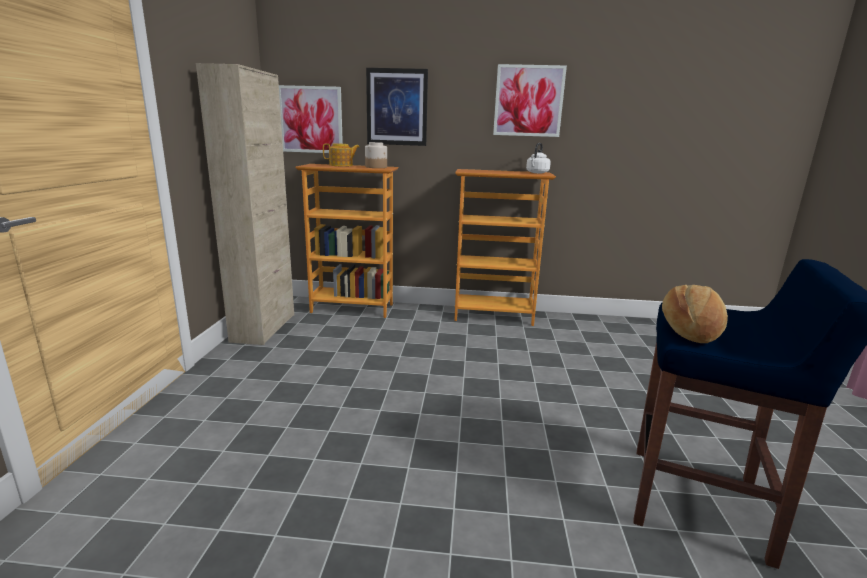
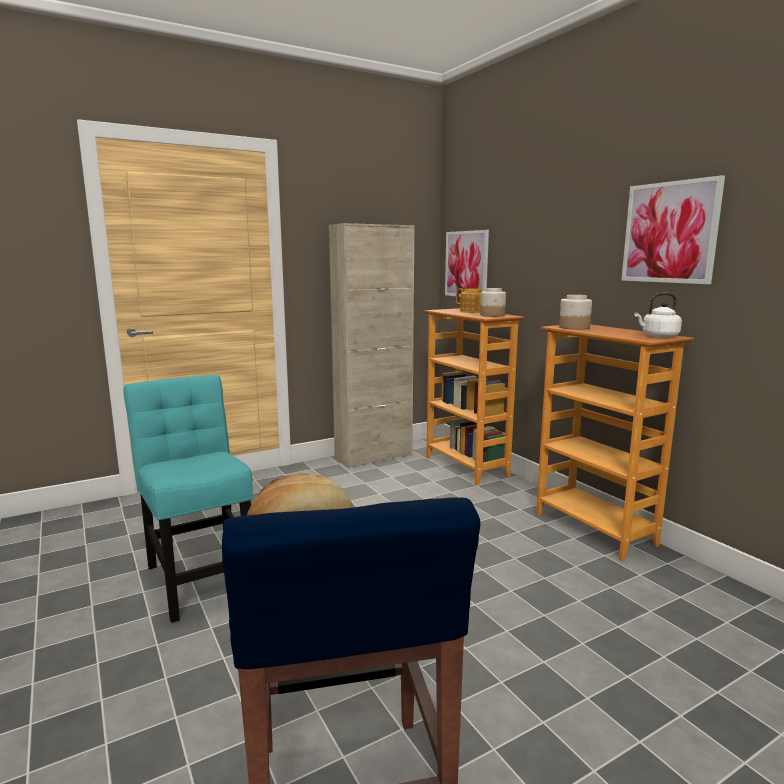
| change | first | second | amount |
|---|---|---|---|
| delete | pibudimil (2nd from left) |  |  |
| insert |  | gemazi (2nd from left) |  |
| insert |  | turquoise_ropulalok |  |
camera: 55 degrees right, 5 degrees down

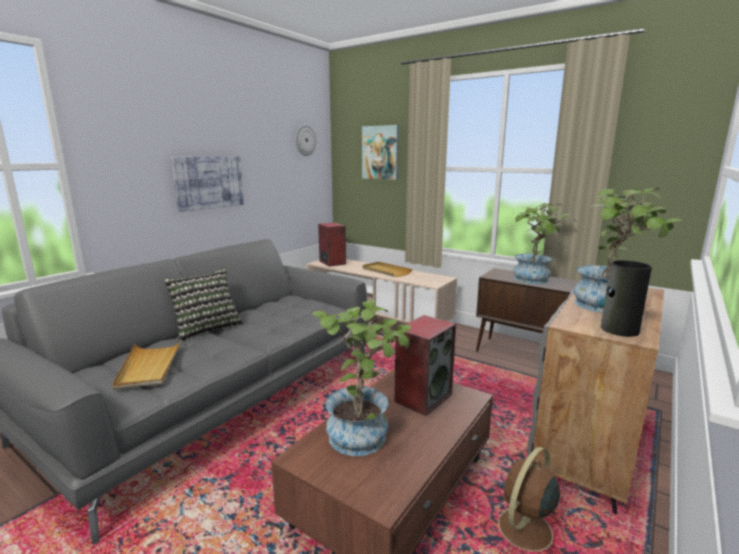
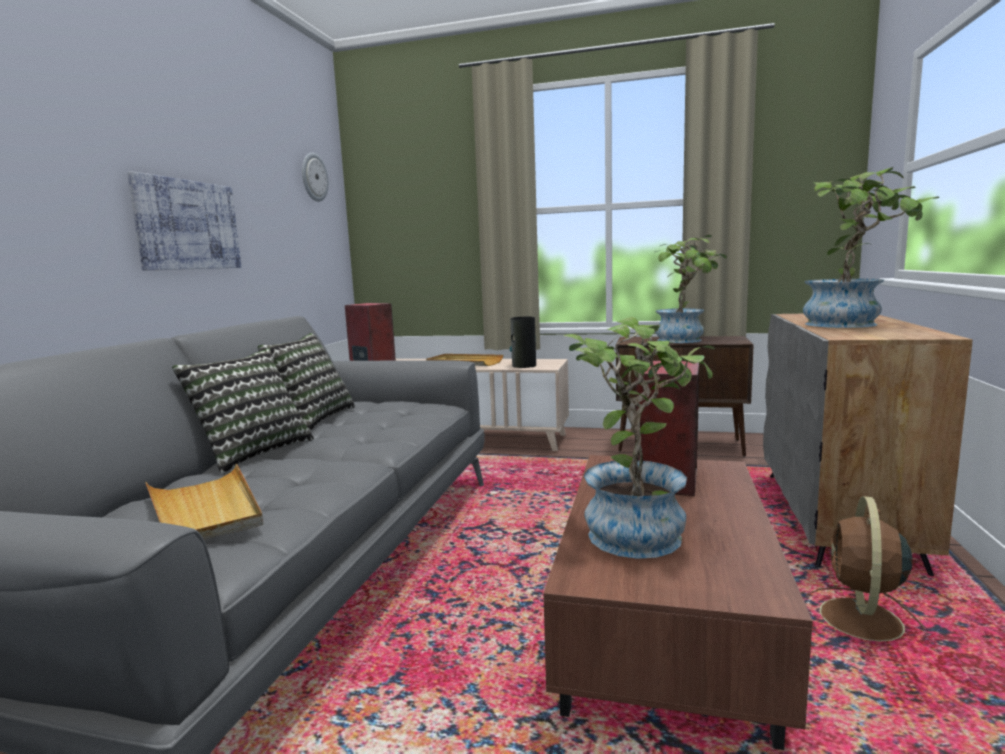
| change | first | second | amount |
|---|---|---|---|
| delete | pibudimil (2nd from left) |  |  |
| move | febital |  |  |
| insert |  | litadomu (2nd from left) |  |
camera: 20 degrees left, 5 degrees down

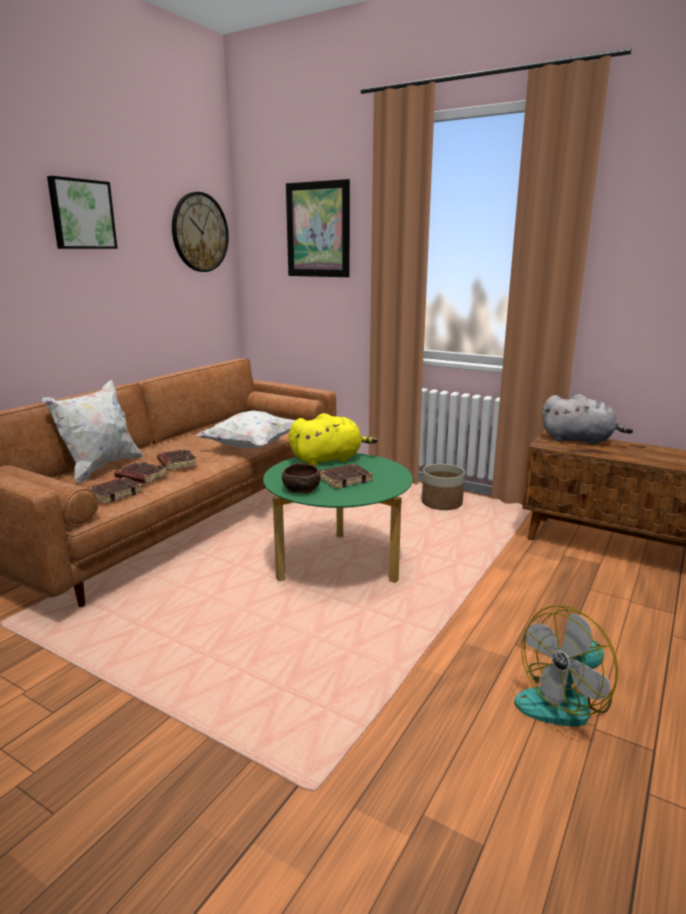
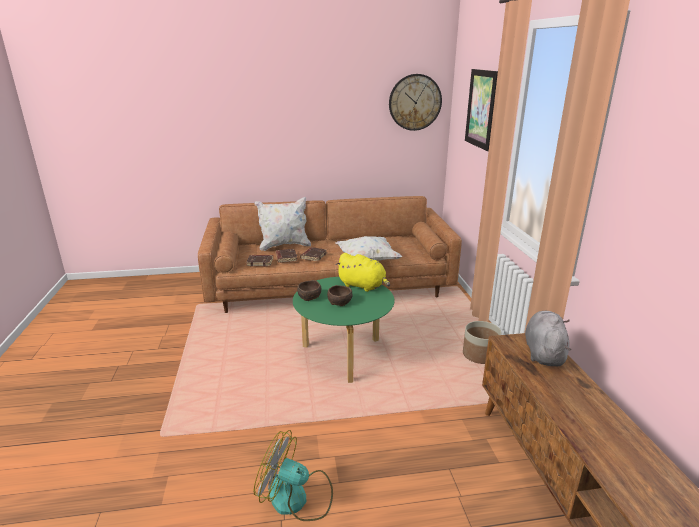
| change | first | second | amount |
|---|---|---|---|
| delete | pibudimil (1st from left) |  |  |
| rotate | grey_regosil |  | 150 degrees counterclockwise |
| replace | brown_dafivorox (4th from left) | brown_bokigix (2nd from left) |  |
camera: 50 degrees right, 5 degrees up

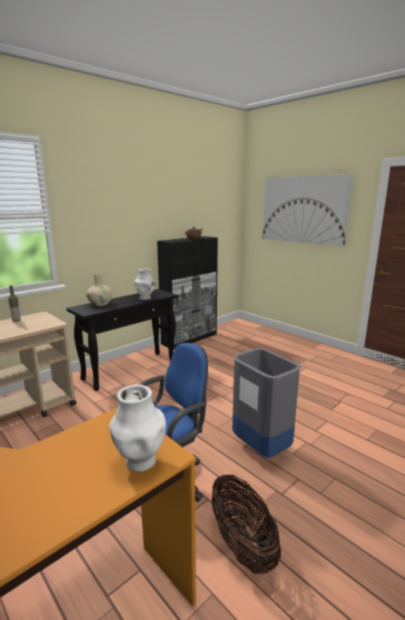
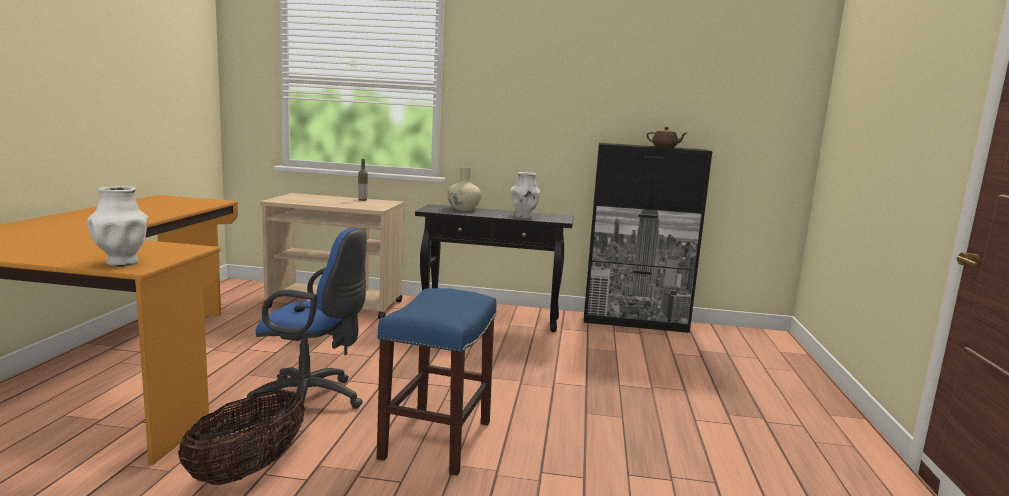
| change | first | second | amount |
|---|---|---|---|
| delete | pibudimil |  |  |
| replace | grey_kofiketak | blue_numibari |  |
camera: 50 degrees right, 5 degrees down

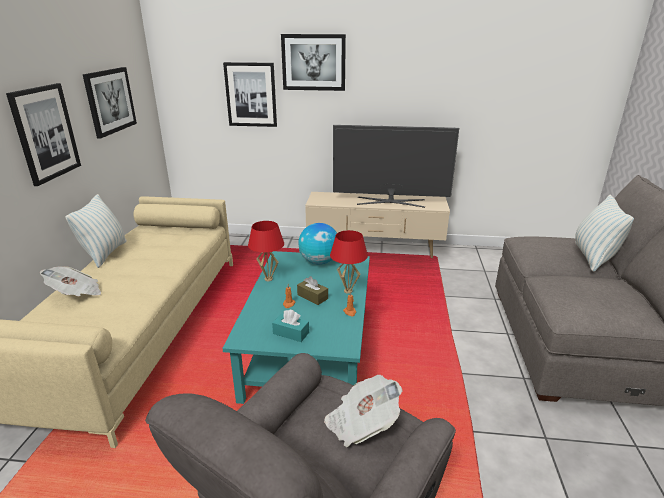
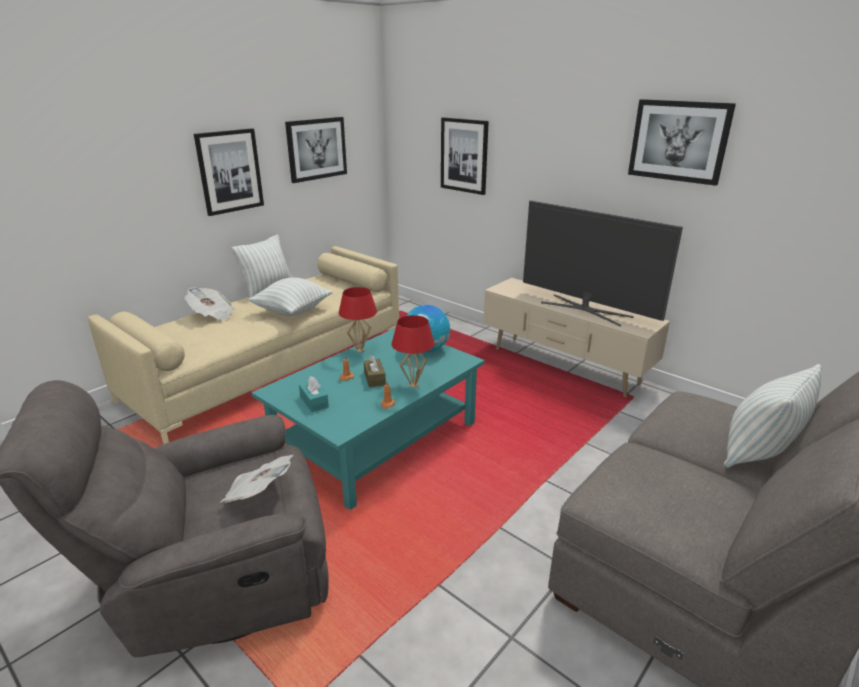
| change | first | second | amount |
|---|---|---|---|
| move | pibudimil (4th from left) |  |  |
| insert |  | litadomu (2nd from left) |  |
camera: 35 degrees right, 0 degrees up

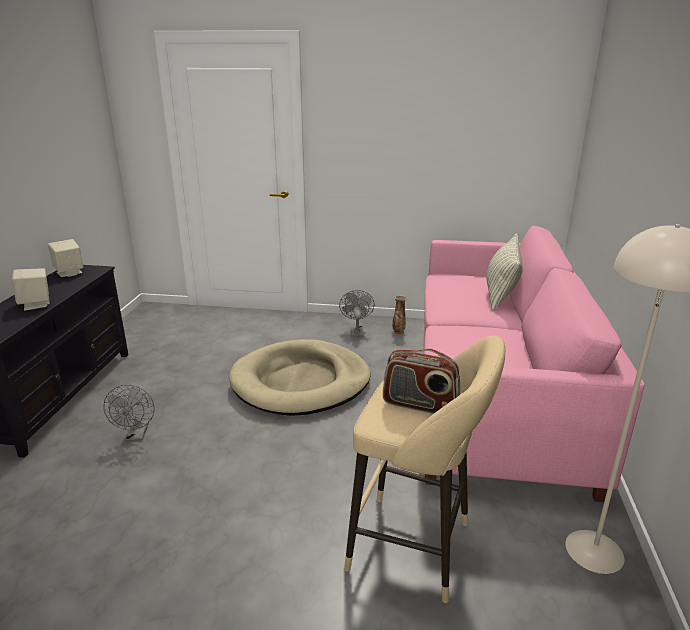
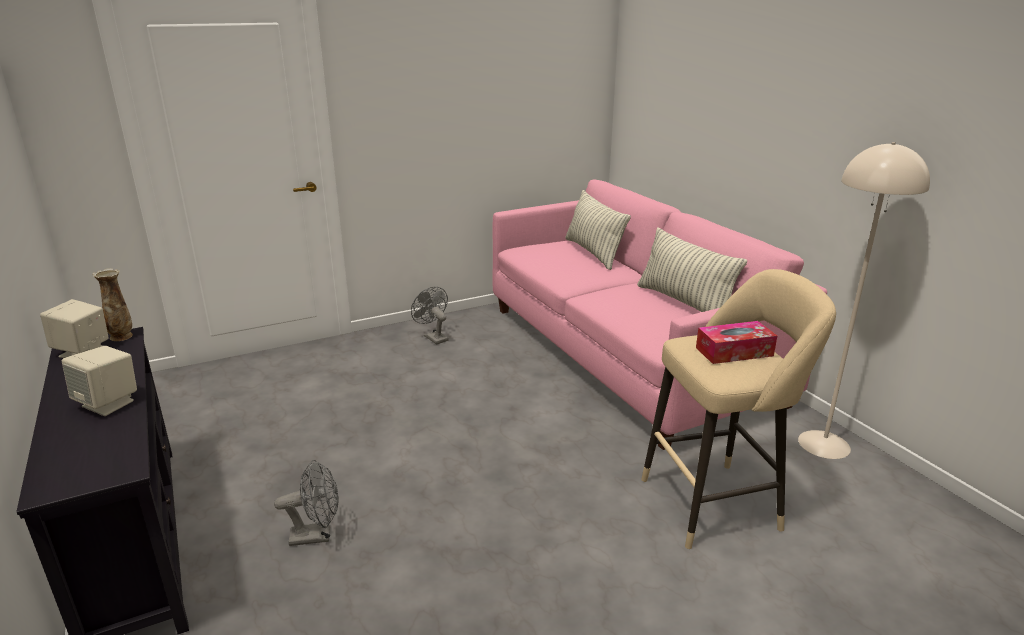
| change | first | second | amount |
|---|---|---|---|
| move | febital |  |  |
| delete | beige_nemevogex |  |  |
| replace | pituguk | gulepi |  |
| rotate | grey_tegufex (1st from left) |  | 60 degrees counterclockwise |
| insert |  | litadomu (2nd from left) |  |
camera: 35 degrees left, 0 degrees up

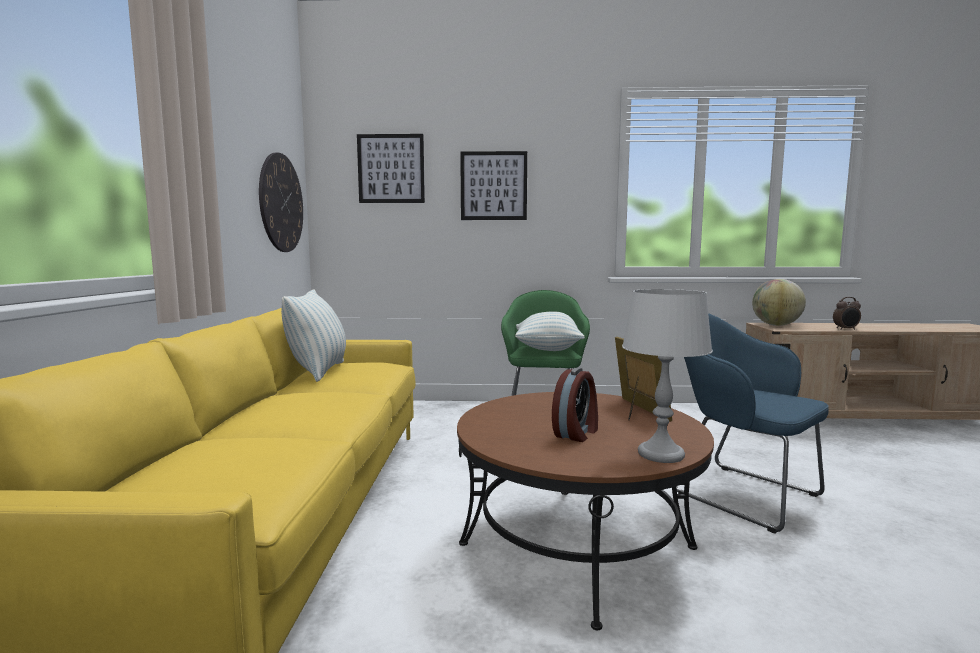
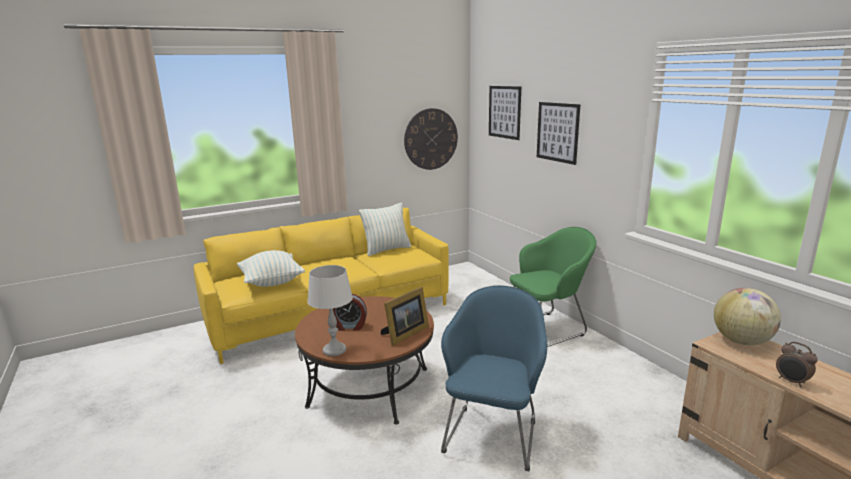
| change | first | second | amount |
|---|---|---|---|
| move | litadomu (2nd from left in the first image) | litadomu (1st from left) |  |
camera: 60 degrees right, 10 degrees up

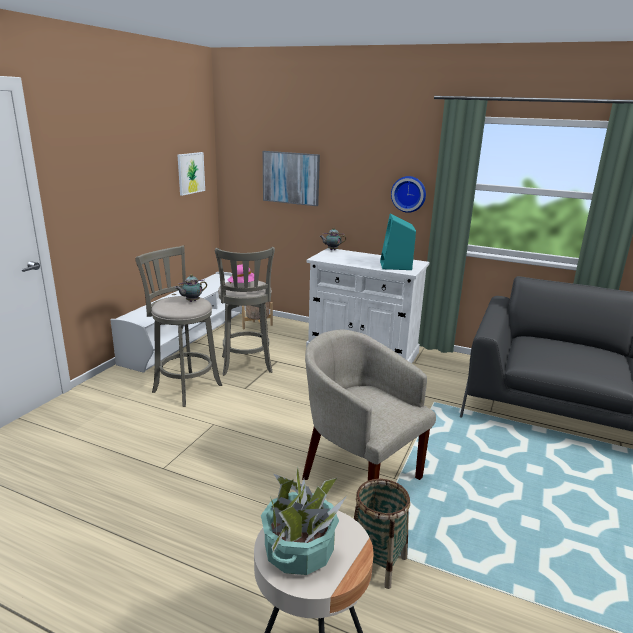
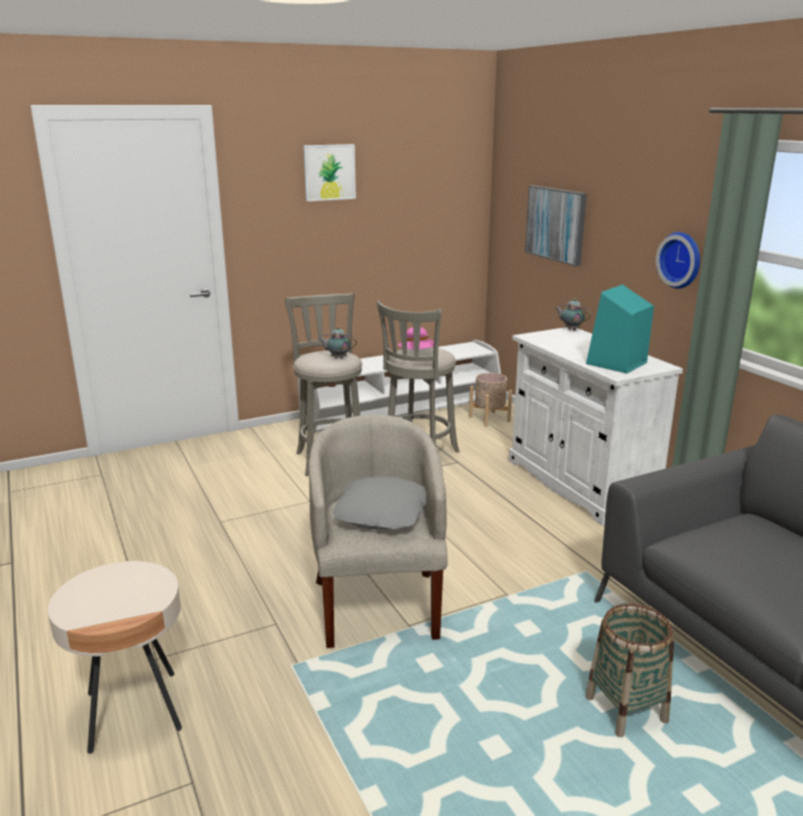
| change | first | second | amount |
|---|---|---|---|
| move | pibudimil (1st from left) |  |  |
| delete | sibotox |  |  |
| move | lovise |  |  |
| insert |  | grey_litadomu |  |
camera: 40 degrees right, 0 degrees up

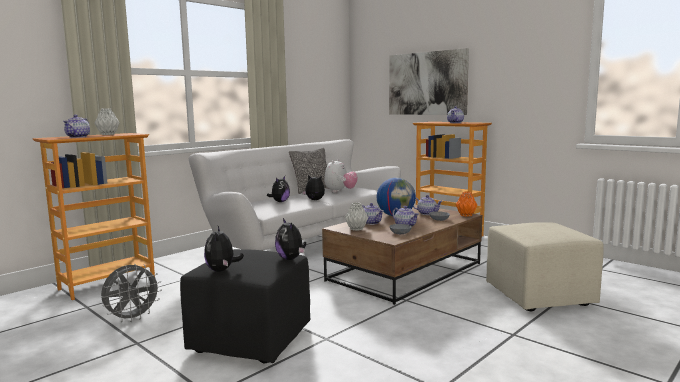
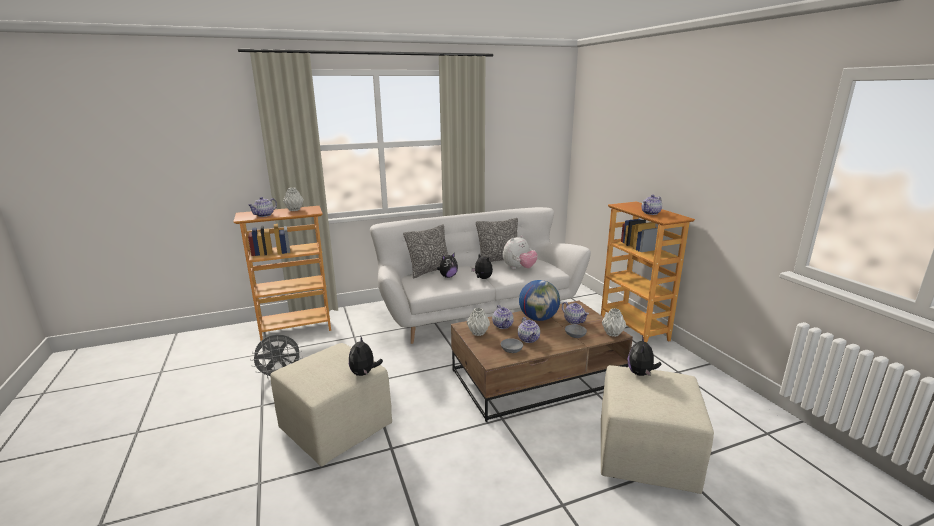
| change | first | second | amount |
|---|---|---|---|
| delete | pibudimil |  |  |
| recolor | orange_febital | grey_febital (3rd from left) |  |
| move | regosil (1st from left in the first image) | regosil (5th from left) |  |
| recolor | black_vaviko | beige_vaviko (1st from left) |  |
| insert |  | litadomu (1st from left) |  |
camera: 25 degrees right, 10 degrees up

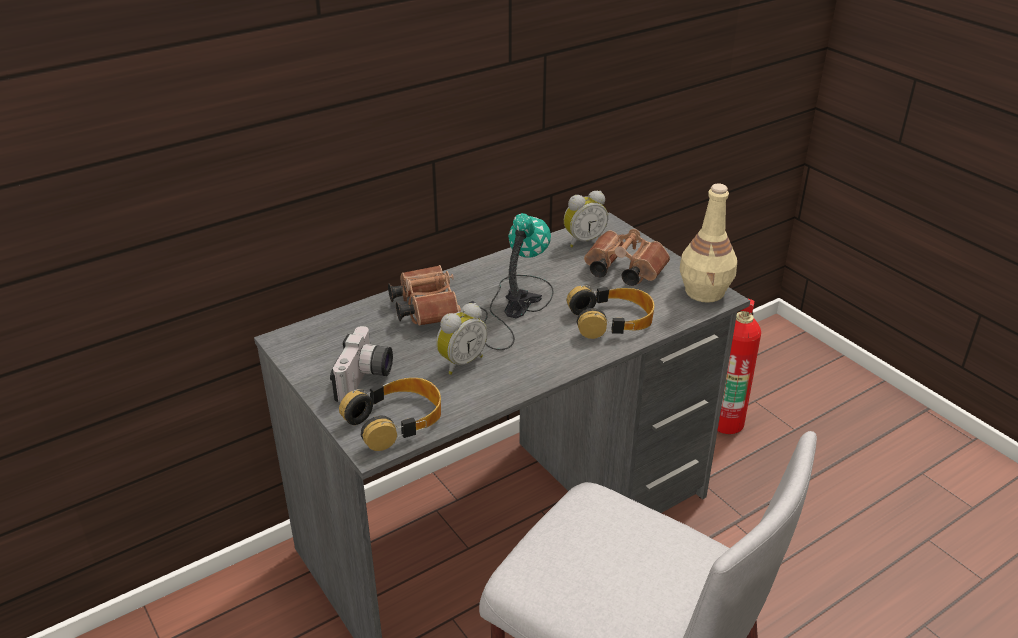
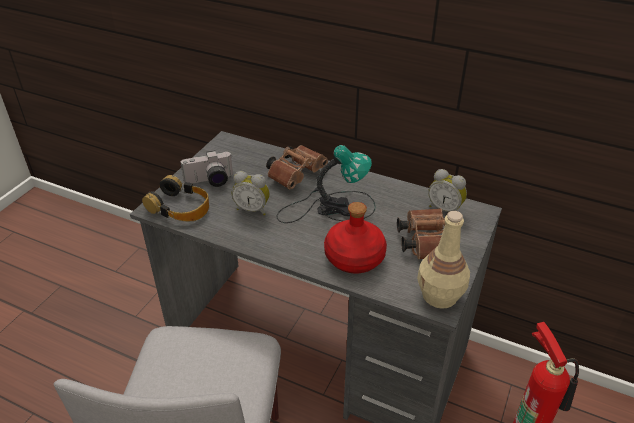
| change | first | second | amount |
|---|---|---|---|
| replace | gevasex (2nd from left) | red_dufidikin |  |
camera: 60 degrees right, 5 degrees up

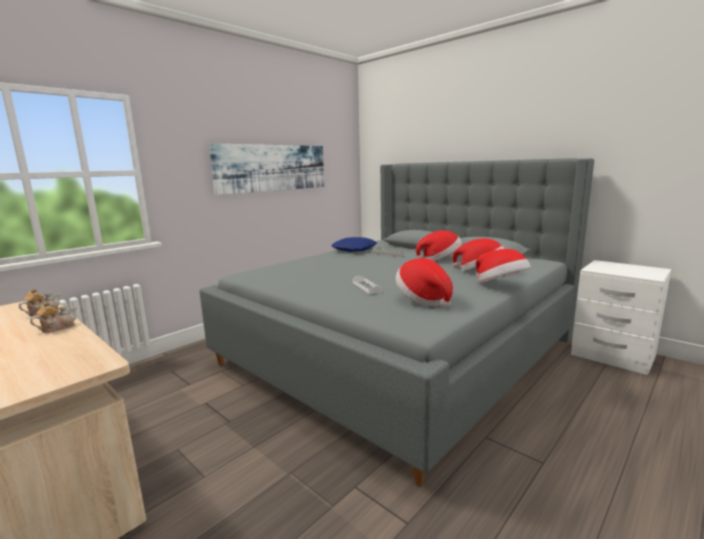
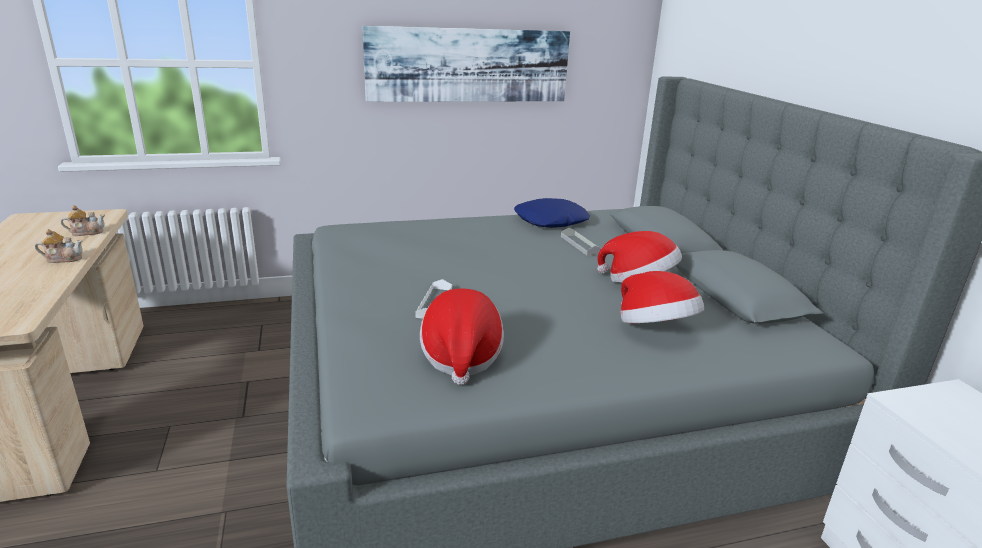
| change | first | second | amount |
|---|---|---|---|
| delete | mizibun (4th from left) |  |  |
camera: 30 degrees right, 10 degrees up

